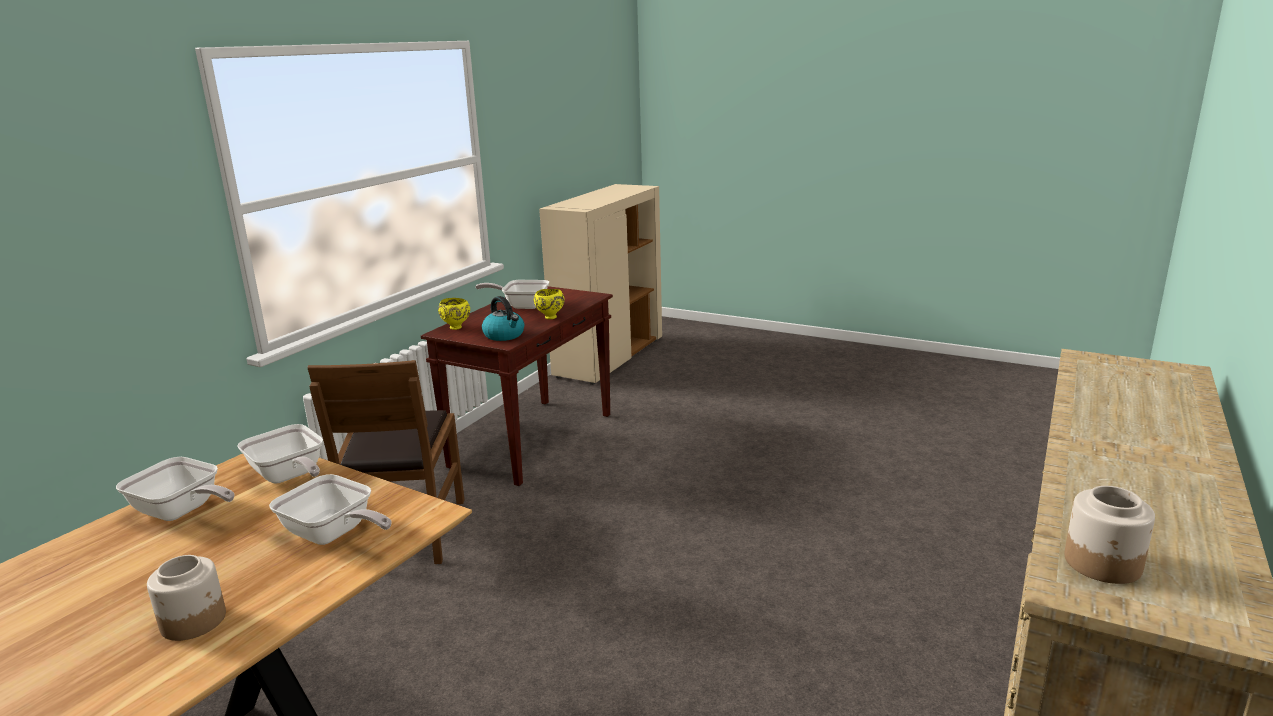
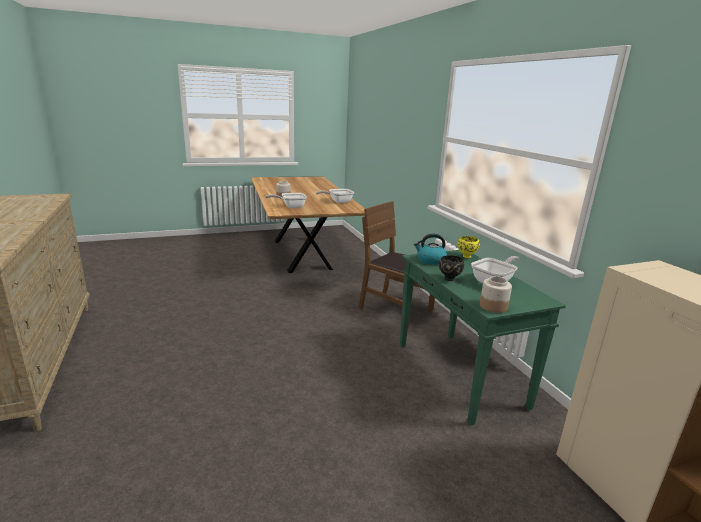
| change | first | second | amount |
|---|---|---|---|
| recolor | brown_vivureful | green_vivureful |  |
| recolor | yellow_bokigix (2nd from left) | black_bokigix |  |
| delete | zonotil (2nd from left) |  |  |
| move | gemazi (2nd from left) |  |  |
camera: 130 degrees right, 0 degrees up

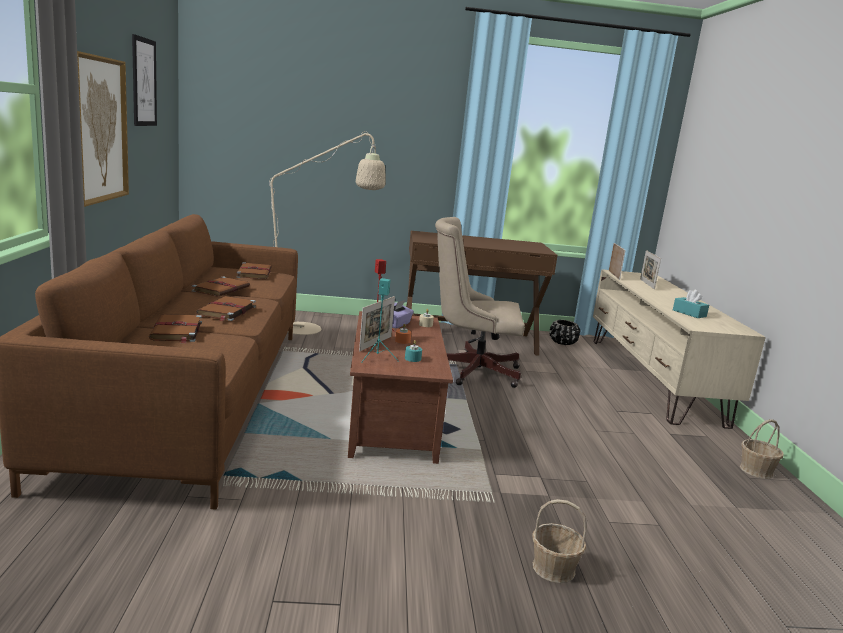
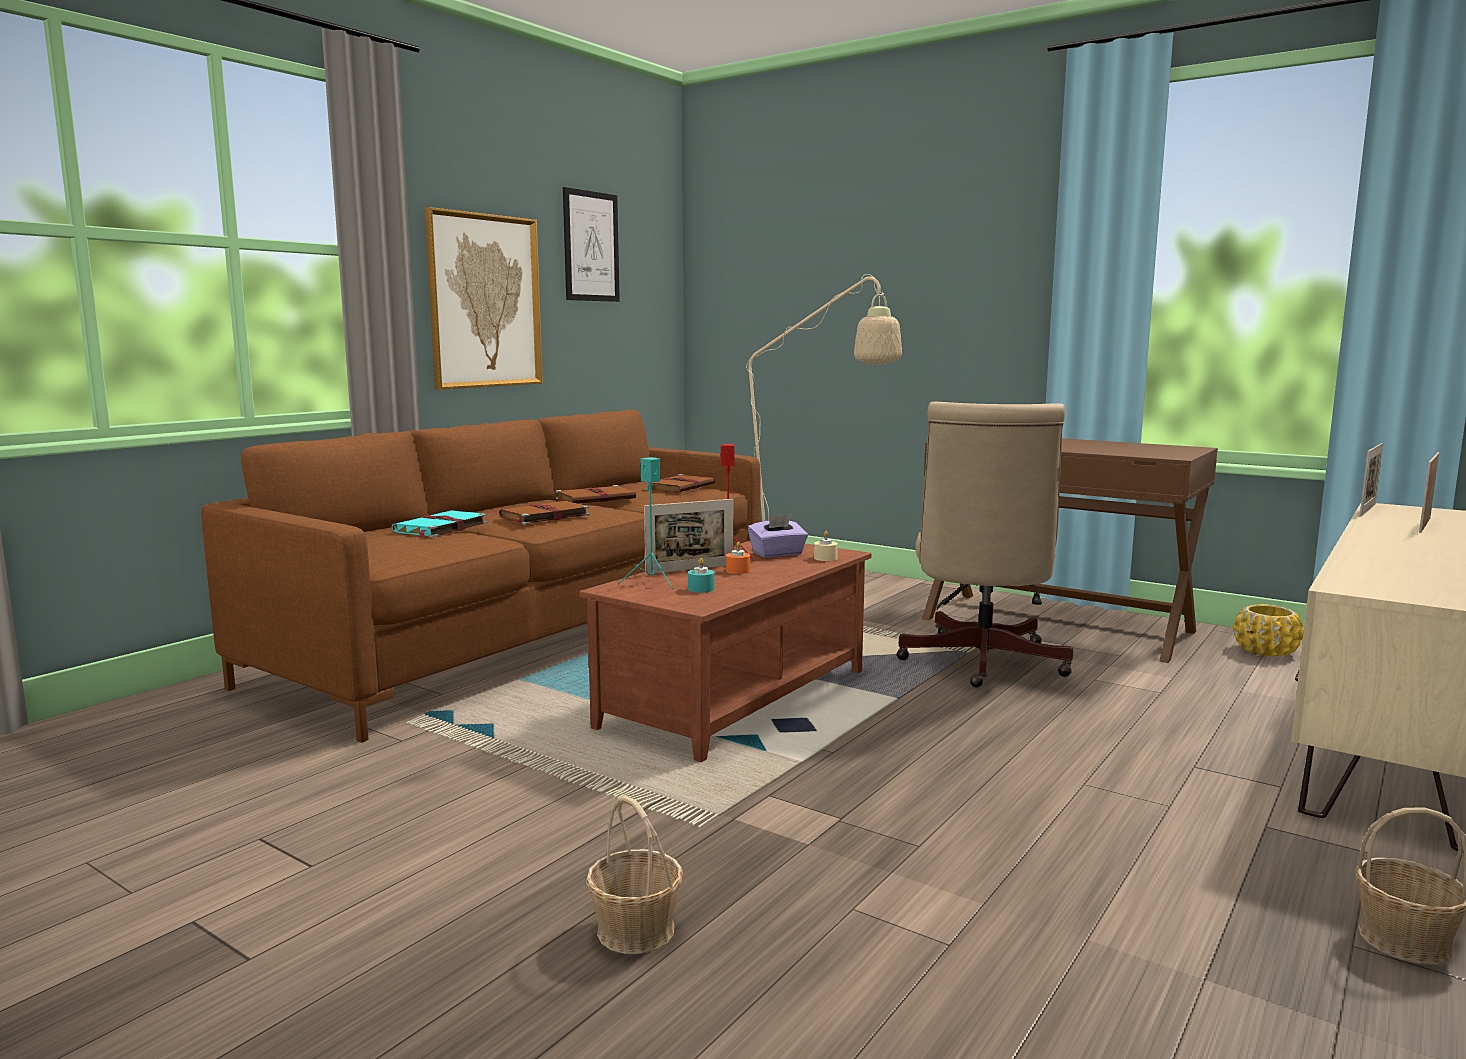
| change | first | second | amount |
|---|---|---|---|
| rotate | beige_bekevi |  | 120 degrees counterclockwise |
| delete | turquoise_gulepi |  |  |
| recolor | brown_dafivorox (1st from left) | turquoise_dafivorox |  |
| recolor | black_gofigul | yellow_gofigul |  |
camera: 40 degrees right, 5 degrees down

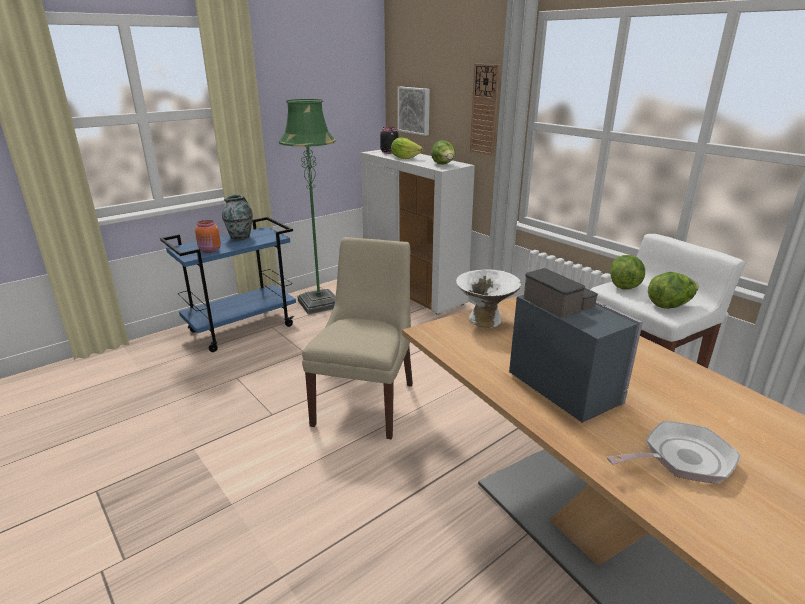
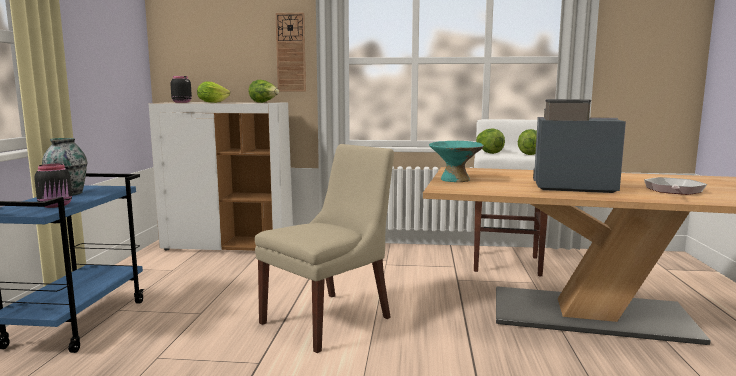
| change | first | second | amount |
|---|---|---|---|
| delete | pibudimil |  |  |
| delete | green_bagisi |  |  |
| recolor | orange_gemazi | black_gemazi (1st from left) |  |
| rotate | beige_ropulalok |  | 75 degrees clockwise |
| recolor | white_bokigix | turquoise_bokigix |  |
camera: 45 degrees left, 15 degrees down

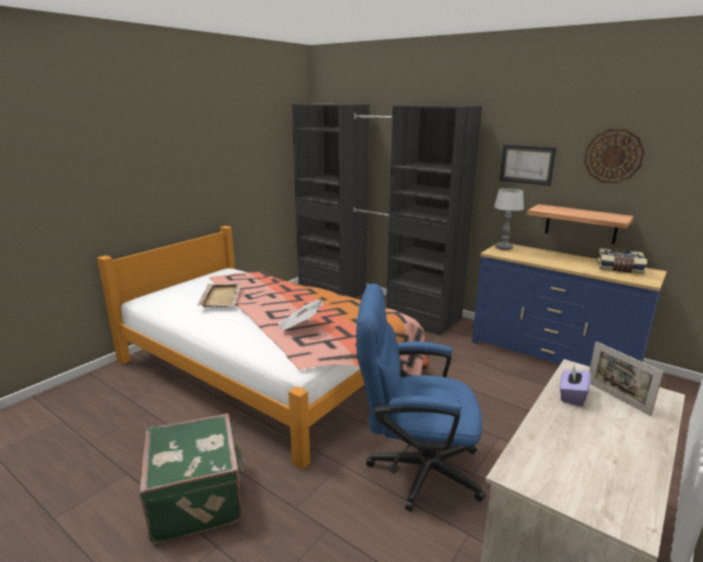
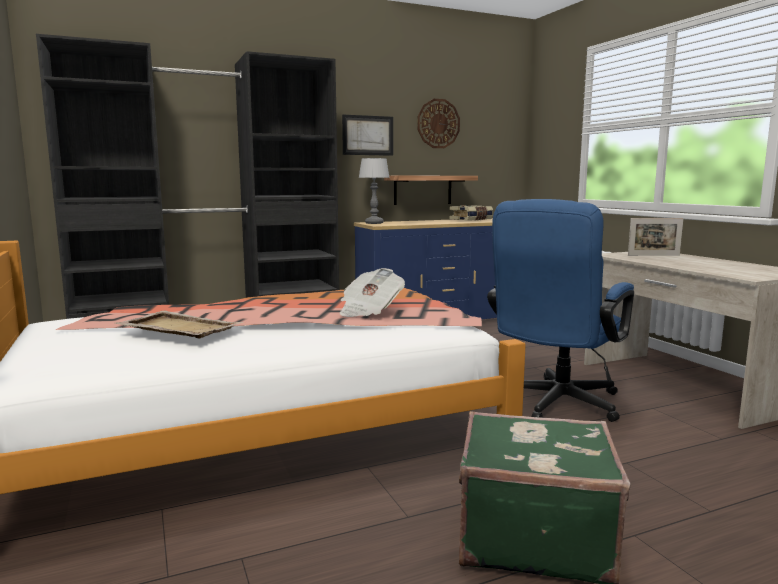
| change | first | second | amount |
|---|---|---|---|
| delete | purple_gulepi |  |  |
camera: 60 degrees left, 10 degrees down

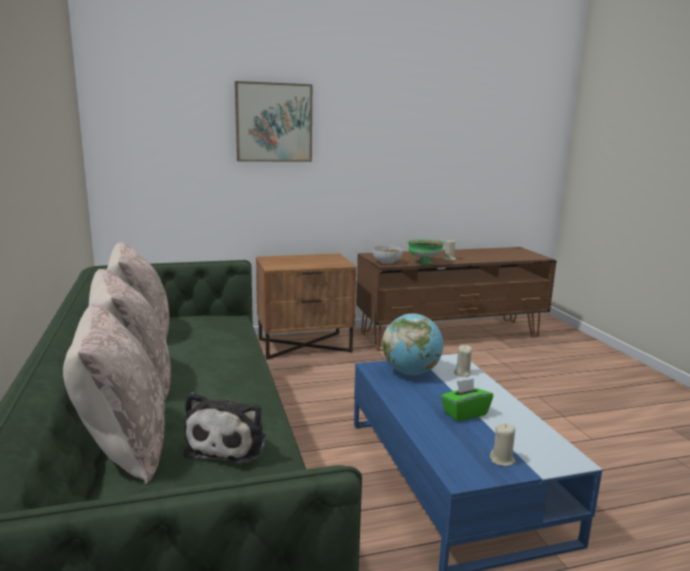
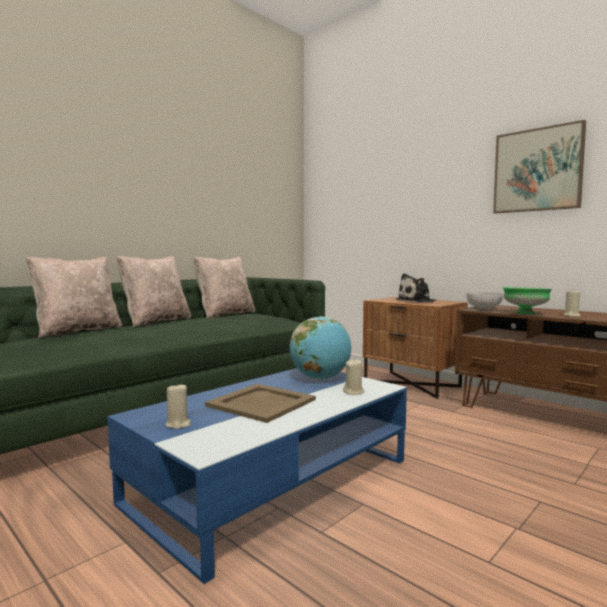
| change | first | second | amount |
|---|---|---|---|
| move | pibudimil |  |  |
| replace | green_gulepi | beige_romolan |  |
| move | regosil |  |  |
camera: 60 degrees right, 10 degrees down

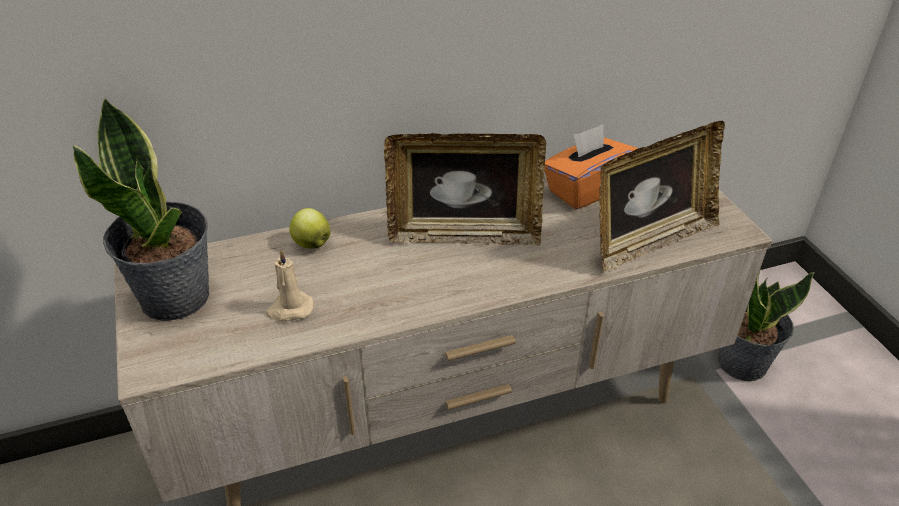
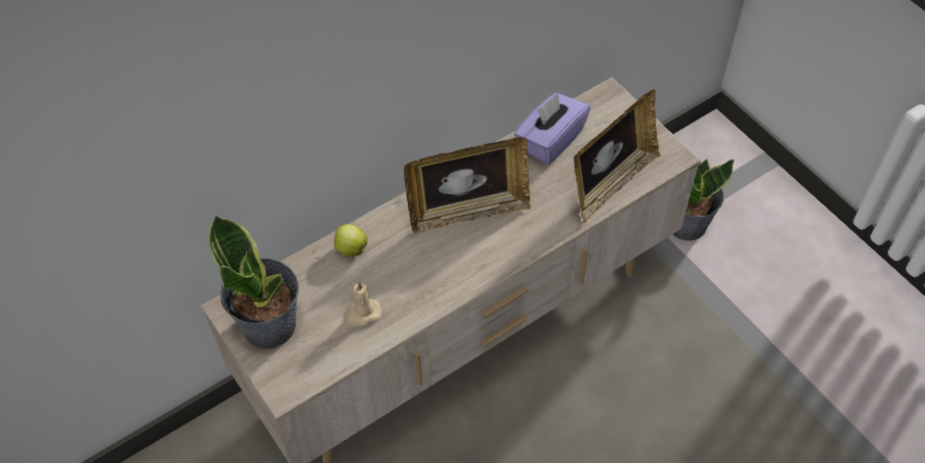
| change | first | second | amount |
|---|---|---|---|
| recolor | orange_gulepi | purple_gulepi |  |
camera: 15 degrees left, 15 degrees up

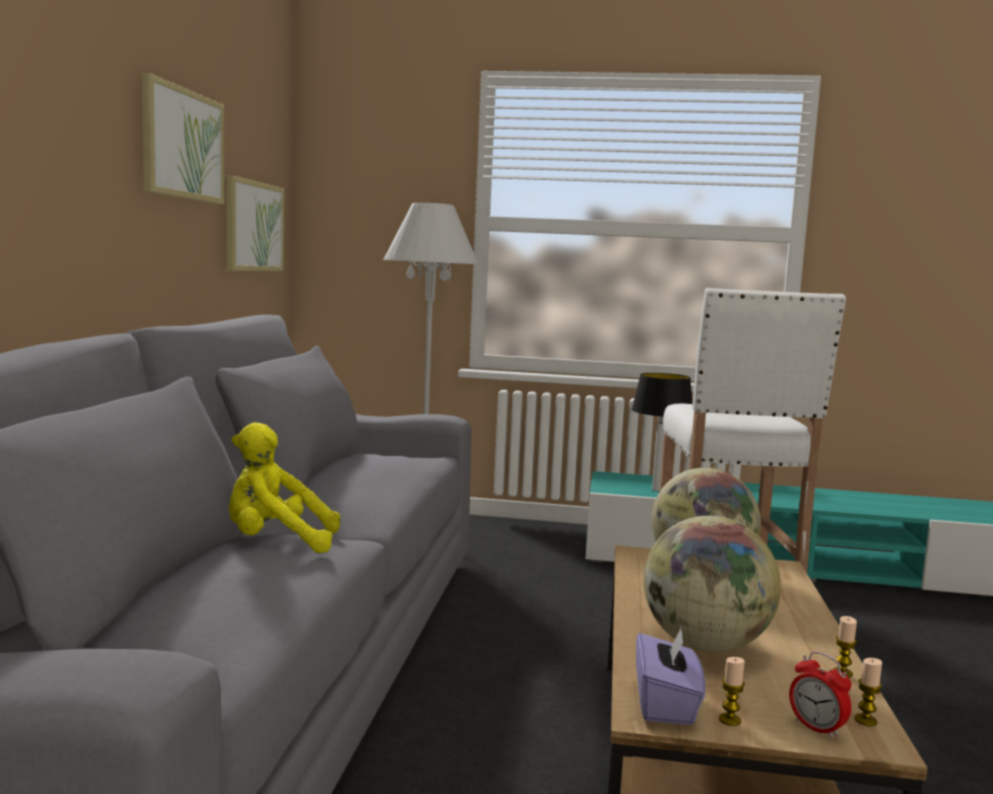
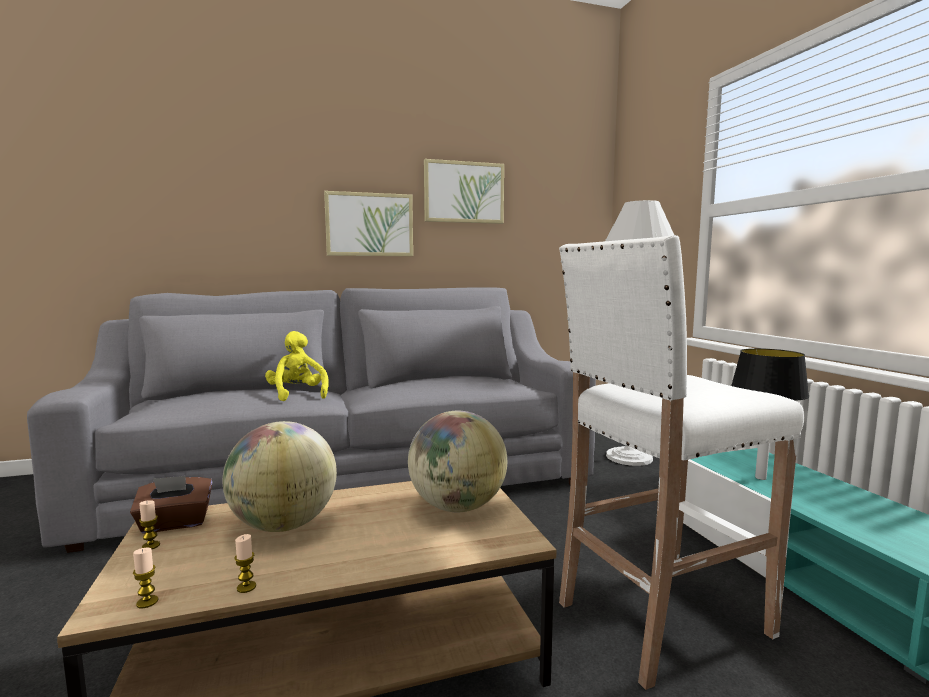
| change | first | second | amount |
|---|---|---|---|
| move | pibudimil (2nd from left in the first image) | pibudimil (1st from left) |  |
| recolor | purple_gulepi | brown_gulepi |  |
| delete | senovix |  |  |
camera: 65 degrees right, 0 degrees up

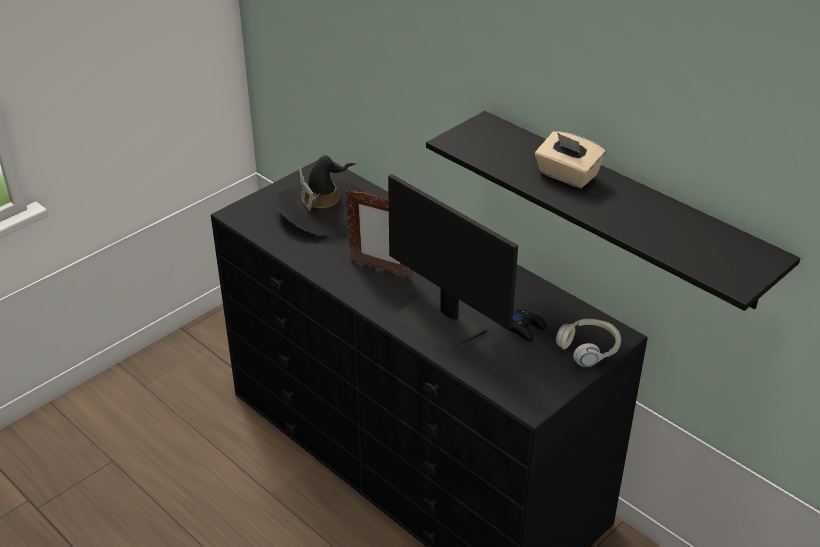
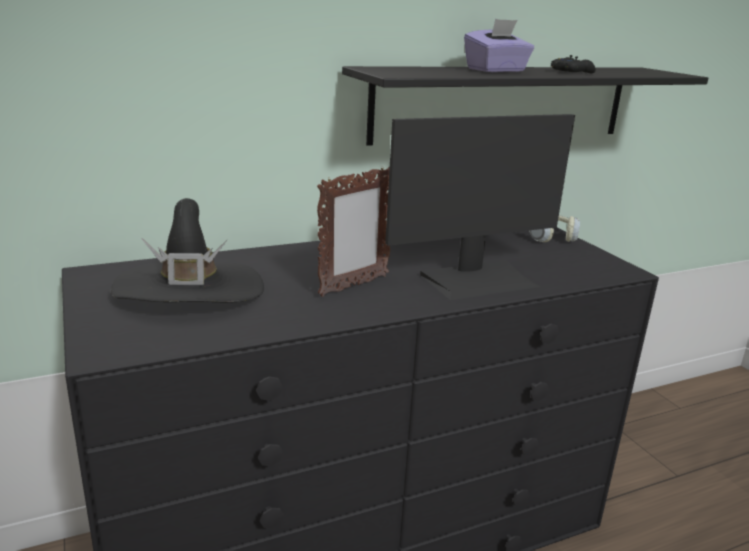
| change | first | second | amount |
|---|---|---|---|
| recolor | beige_gulepi | purple_gulepi |  |
| move | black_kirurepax |  |  |
camera: 70 degrees left, 15 degrees down

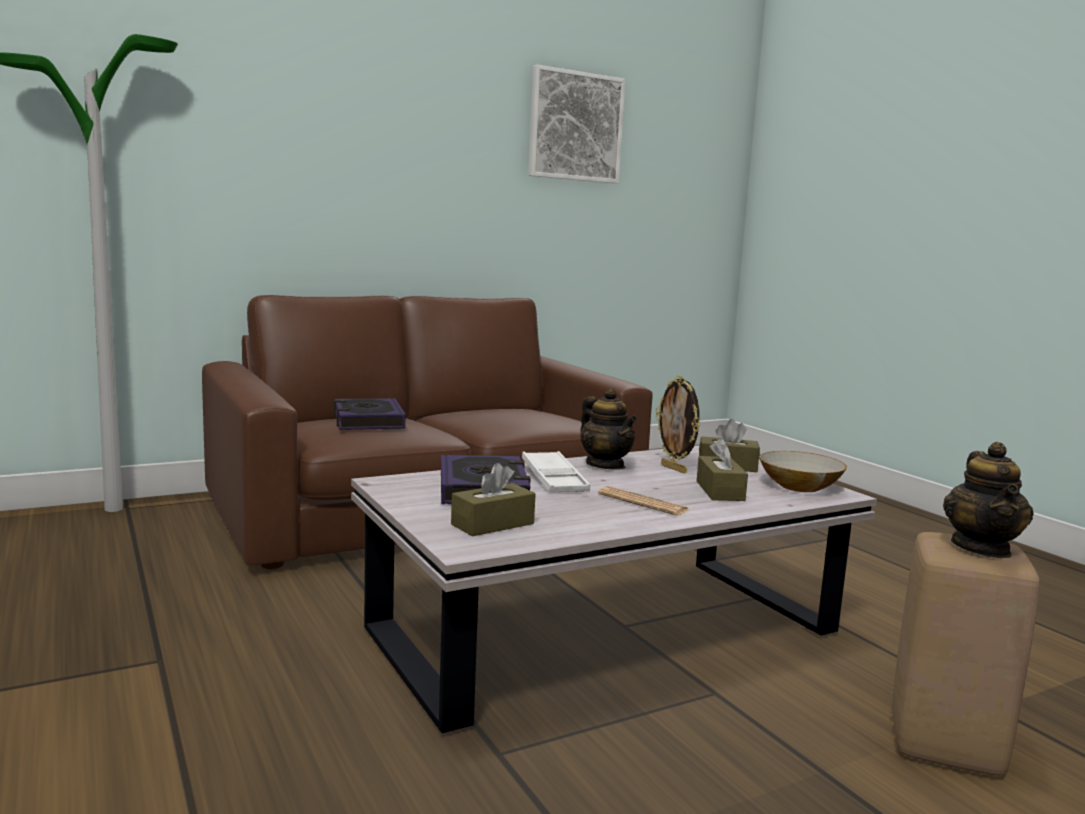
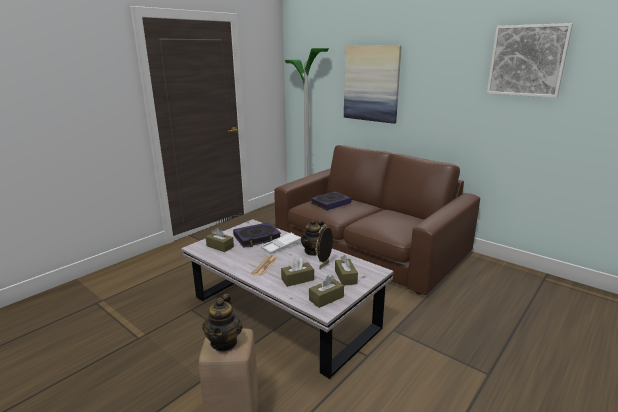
| change | first | second | amount |
|---|---|---|---|
| rotate | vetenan (2nd from left in the first image) | vetenan (1st from left) | 75 degrees counterclockwise |
| replace | bokigix | brown_gulepi (3rd from left) |  |
| insert |  | pibudimil (1st from left) |  |
camera: 70 degrees right, 10 degrees up

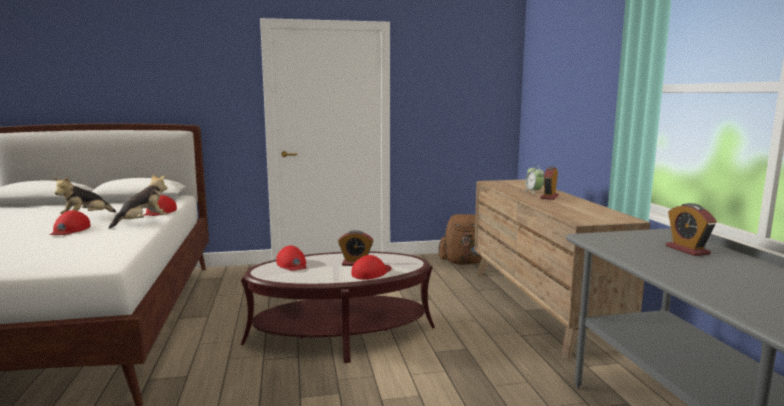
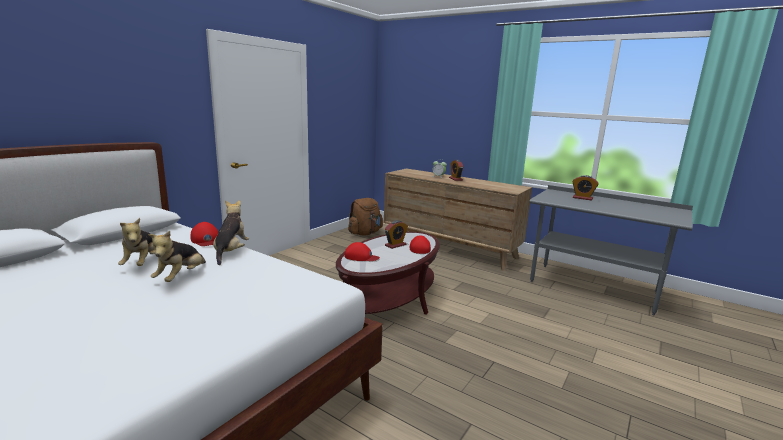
| change | first | second | amount |
|---|---|---|---|
| replace | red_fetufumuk (1st from left) | regosil (2nd from left) |  |
camera: 45 degrees left, 5 degrees up

